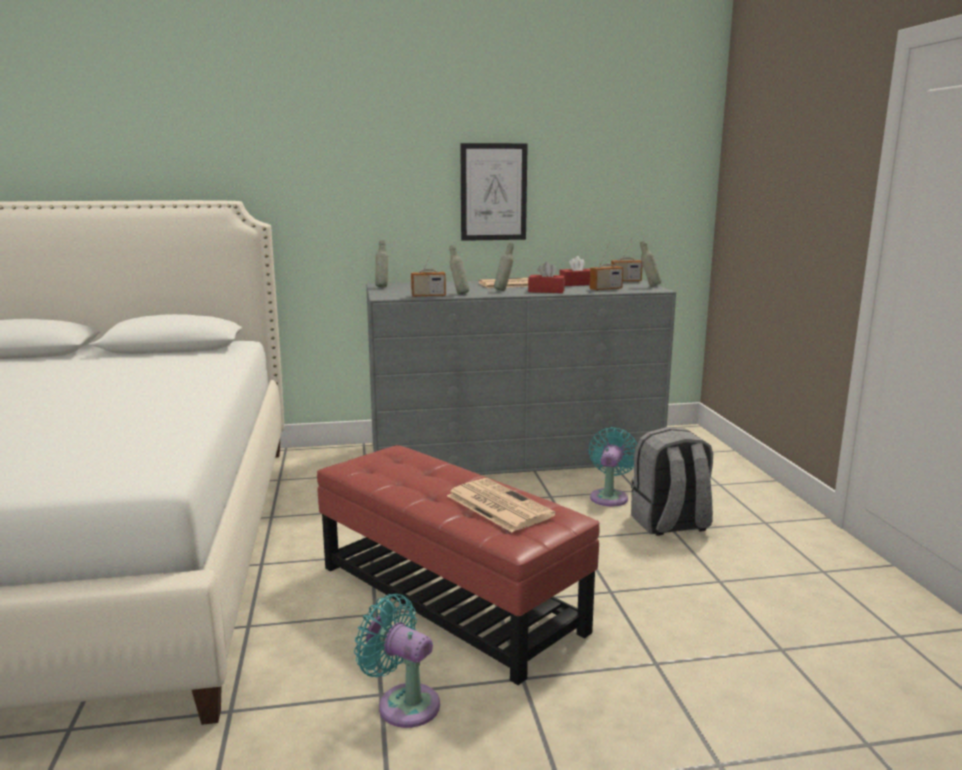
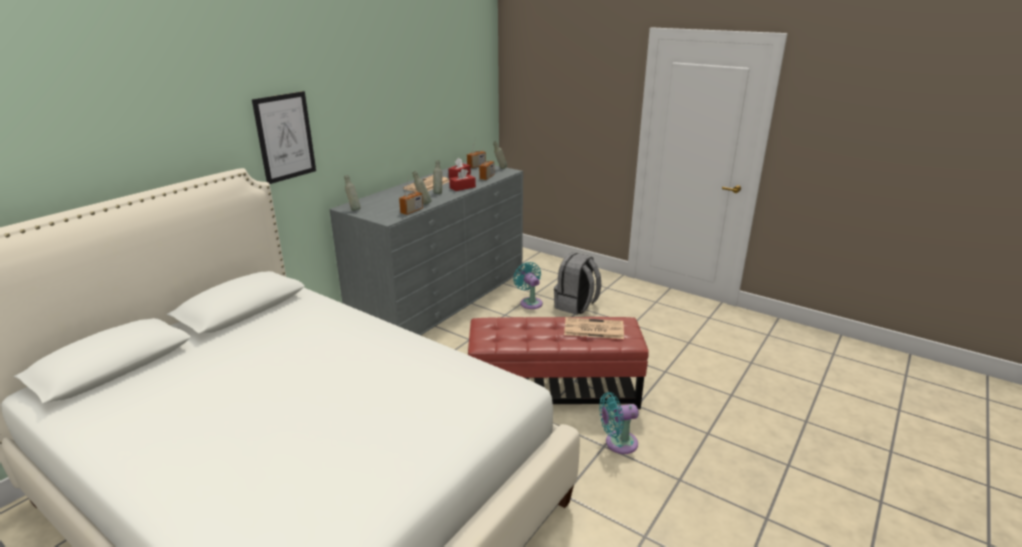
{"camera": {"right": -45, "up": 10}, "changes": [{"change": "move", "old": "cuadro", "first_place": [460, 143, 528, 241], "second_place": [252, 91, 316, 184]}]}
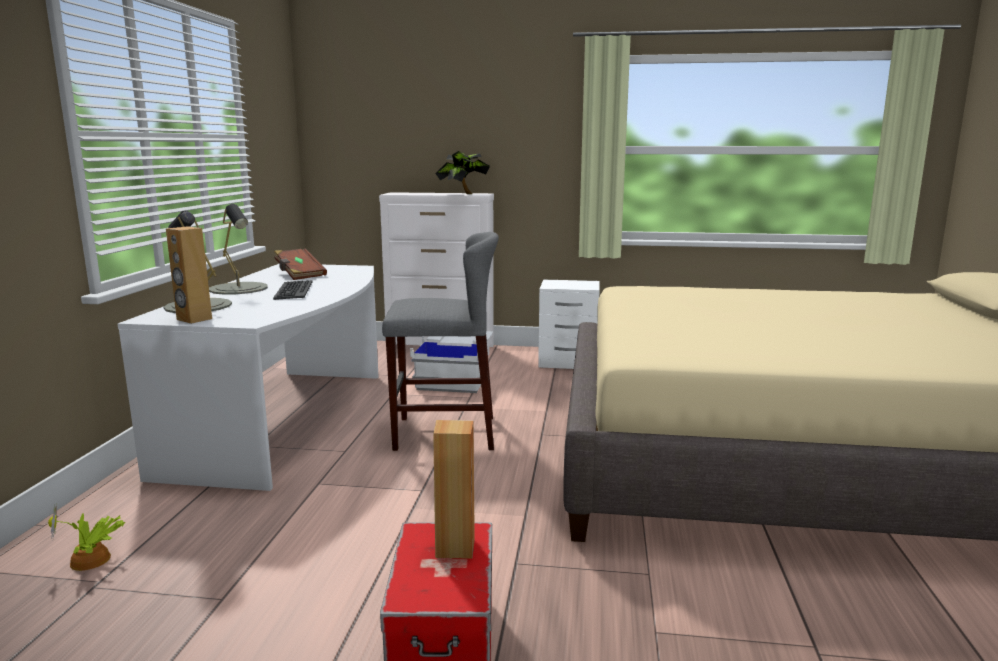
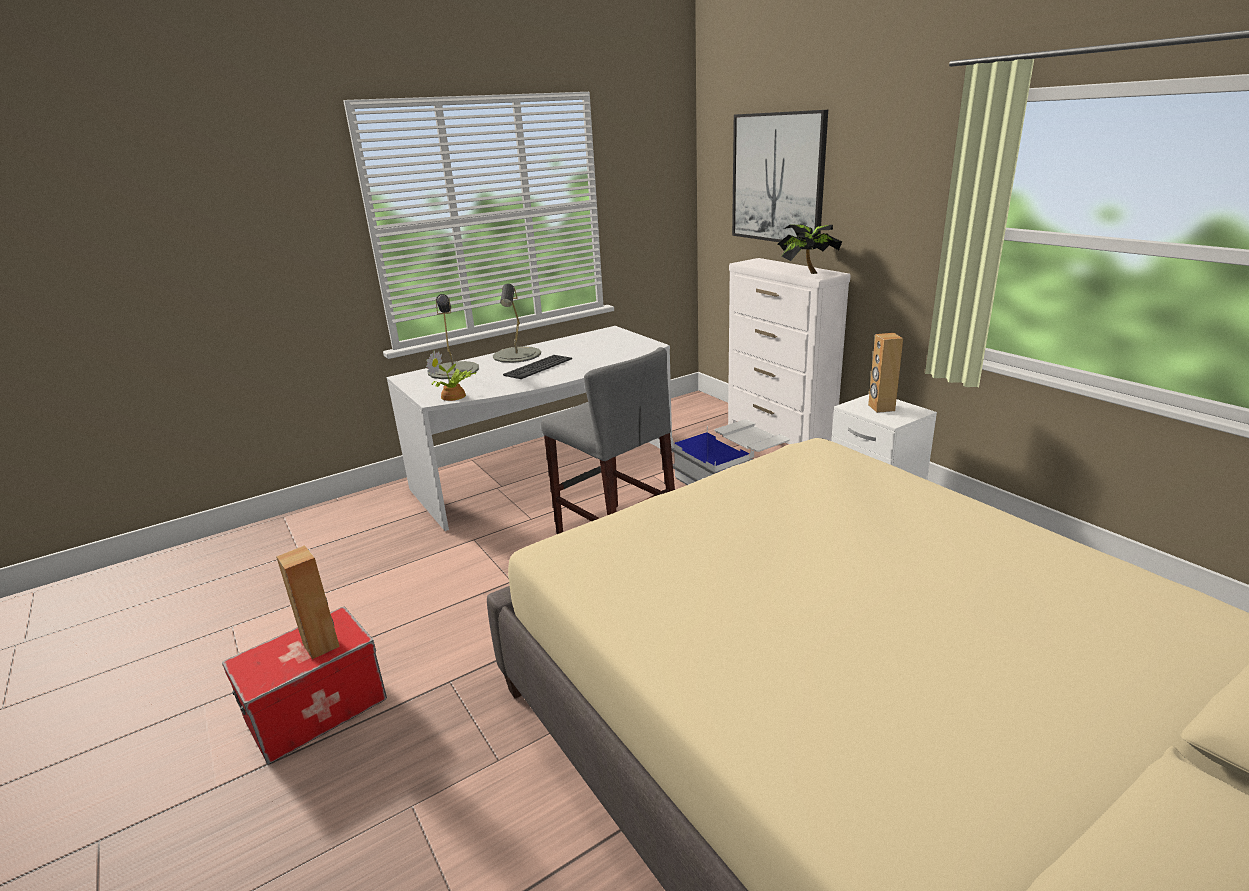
{"camera": {"right": 50, "up": 10}, "changes": [{"change": "move", "old": "altavoz/marrón", "first_place": [166, 226, 212, 324], "second_place": [868, 333, 903, 413]}, {"change": "delete", "old": "libro/marrón", "first_place": [274, 248, 327, 280]}, {"change": "move", "old": "planta en maceta", "first_place": [48, 504, 125, 571], "second_place": [426, 350, 476, 401]}, {"change": "insert", "new": "cuadro", "second_place": [732, 110, 828, 242]}]}
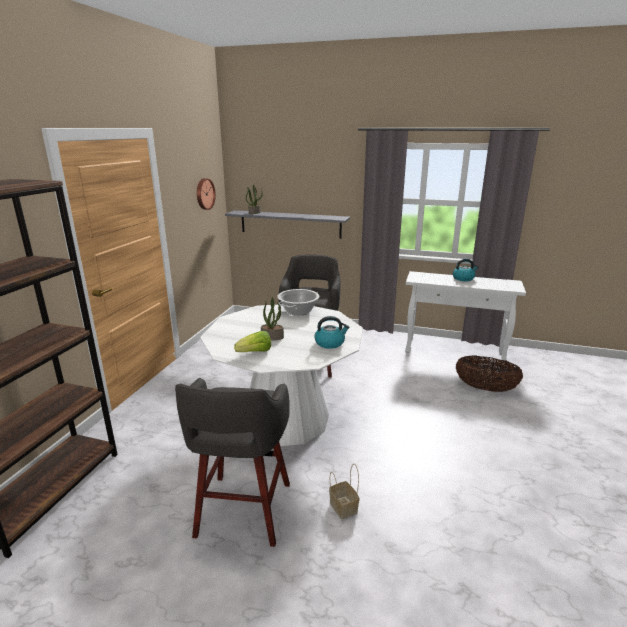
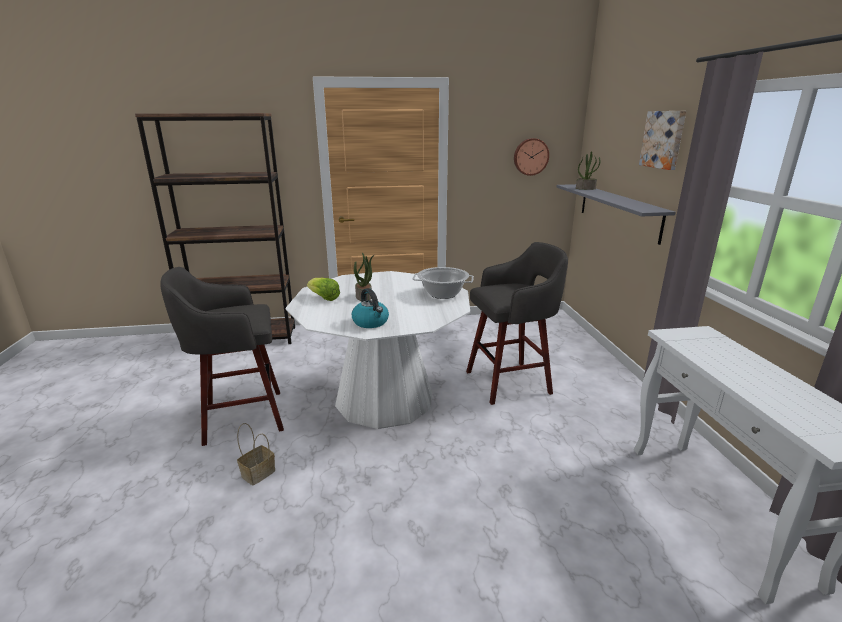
{"camera": {"right": 65, "up": 0}, "changes": [{"change": "delete", "old": "hervidor", "first_place": [453, 259, 478, 281]}, {"change": "delete", "old": "cesta", "first_place": [456, 355, 523, 392]}, {"change": "insert", "new": "cuadro", "second_place": [639, 111, 686, 170]}]}
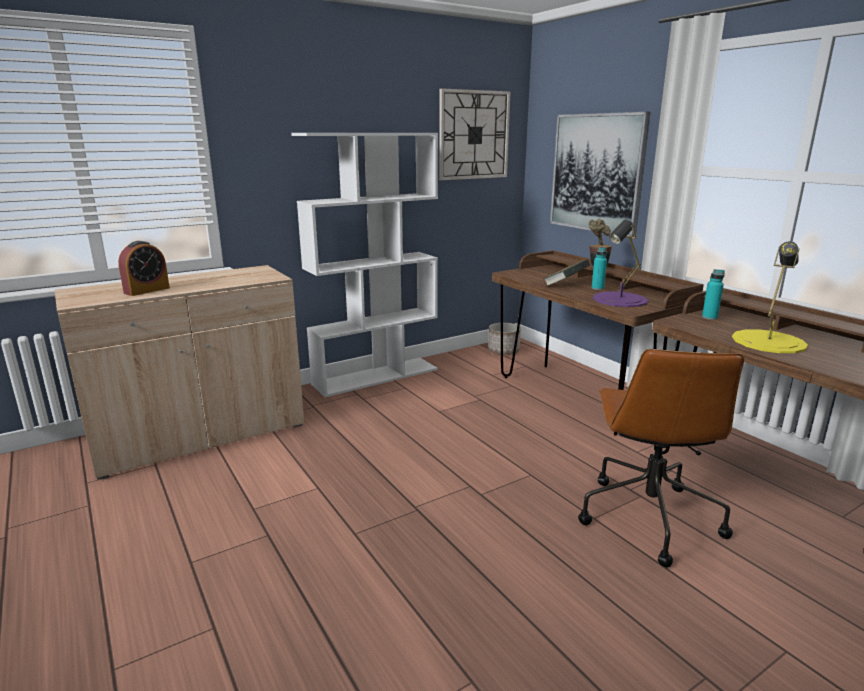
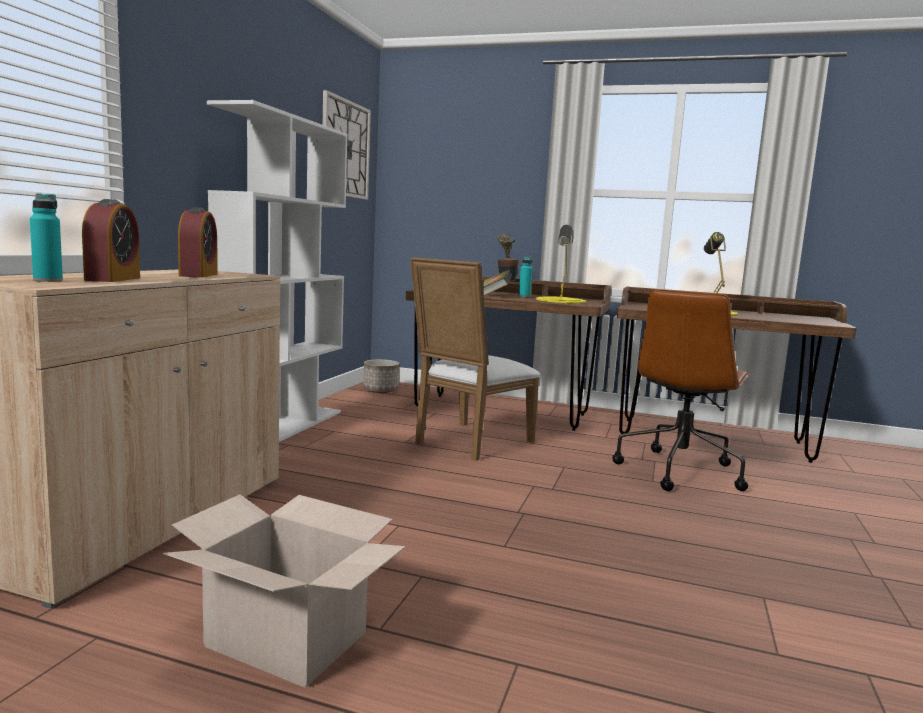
{"camera": {"right": -40, "up": -10}, "changes": [{"change": "delete", "old": "cuadro", "first_place": [550, 112, 650, 237]}, {"change": "recolor", "old": "lámpara de mesa/morado", "new": "lámpara de mesa/amarillo", "first_place": [593, 220, 649, 307], "second_place": [536, 225, 586, 304]}, {"change": "move", "old": "botella/turquesa", "first_place": [702, 269, 725, 320], "second_place": [30, 193, 63, 282]}, {"change": "rotate", "old": "silla de oficina/marrón", "first_place": [578, 349, 744, 568], "second_place": [612, 289, 750, 491], "degrees": 60}, {"change": "insert", "new": "despertador", "second_place": [178, 207, 218, 278]}, {"change": "insert", "new": "silla/blanco", "second_place": [410, 257, 540, 461]}, {"change": "insert", "new": "caja de cartón", "second_place": [163, 494, 406, 688]}]}
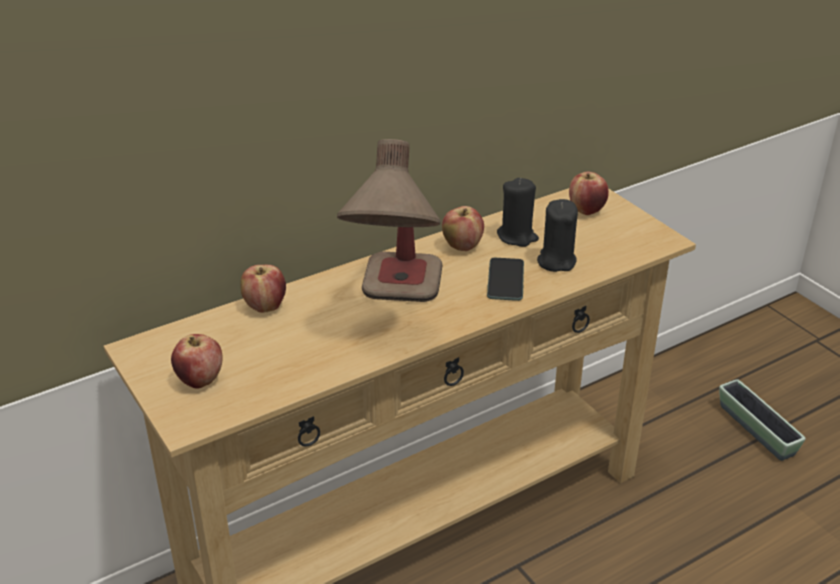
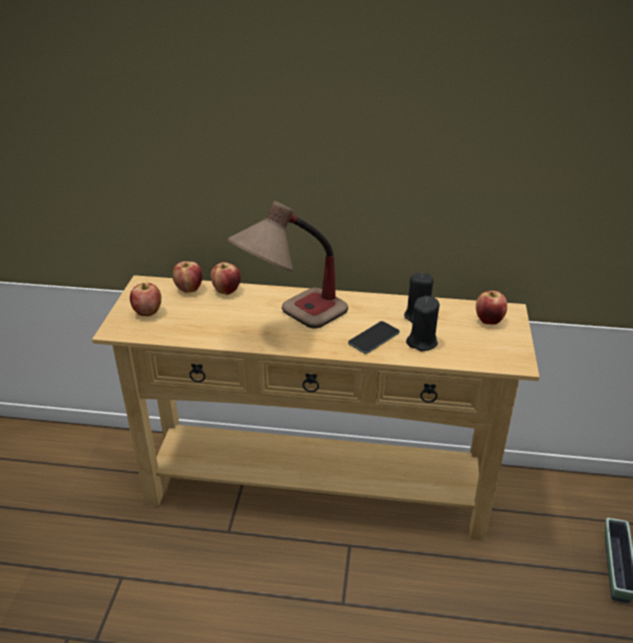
{"camera": {"right": 40, "up": 0}, "changes": [{"change": "move", "old": "manzana", "first_place": [442, 206, 484, 251], "second_place": [173, 261, 203, 293]}]}
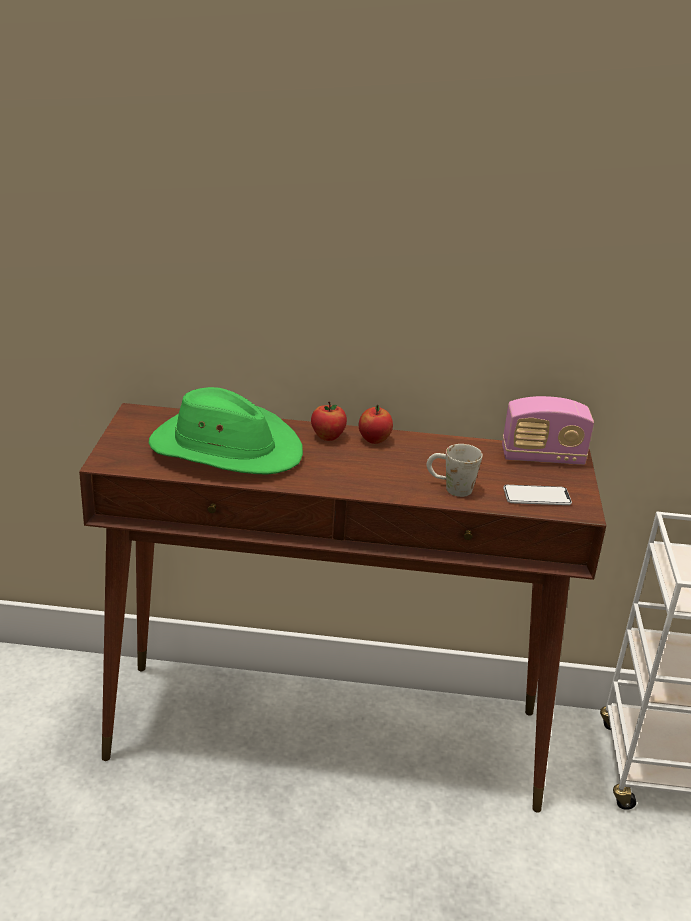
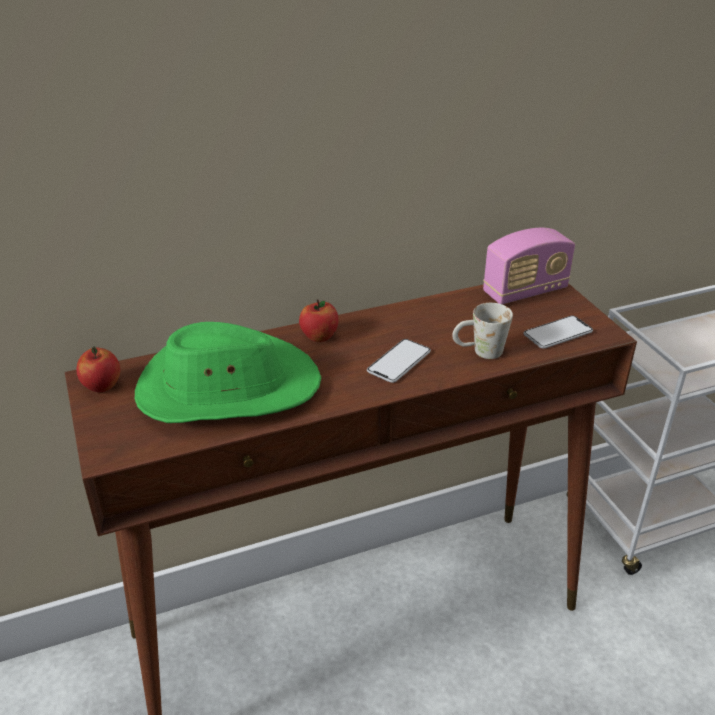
{"camera": {"right": -25, "up": 5}, "changes": [{"change": "move", "old": "manzana", "first_place": [359, 405, 393, 444], "second_place": [76, 347, 120, 392]}, {"change": "insert", "new": "móvil", "second_place": [367, 339, 431, 383]}]}
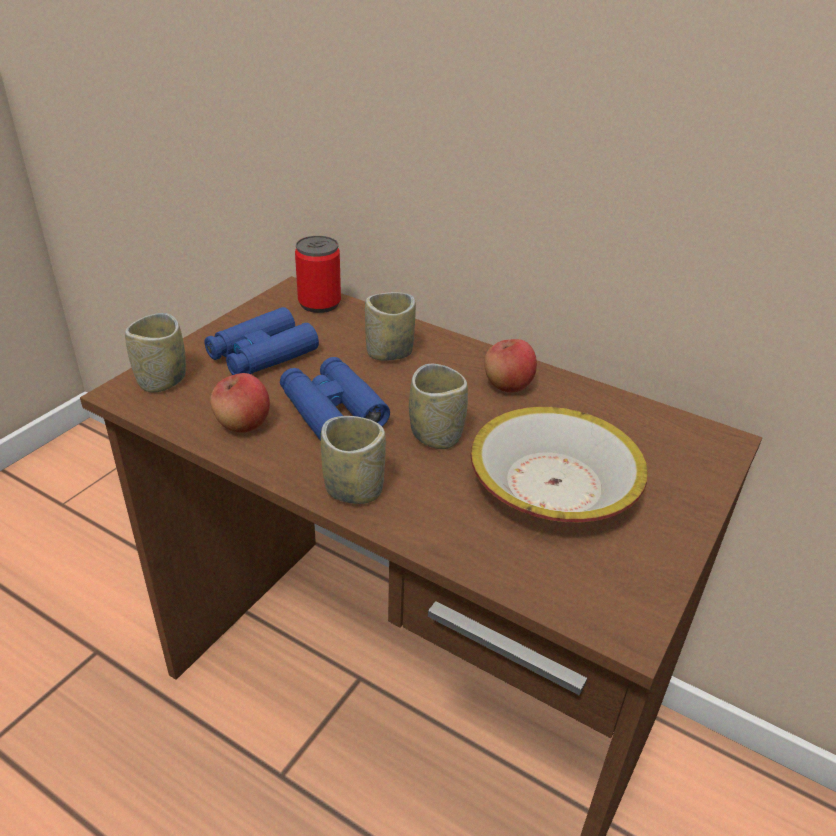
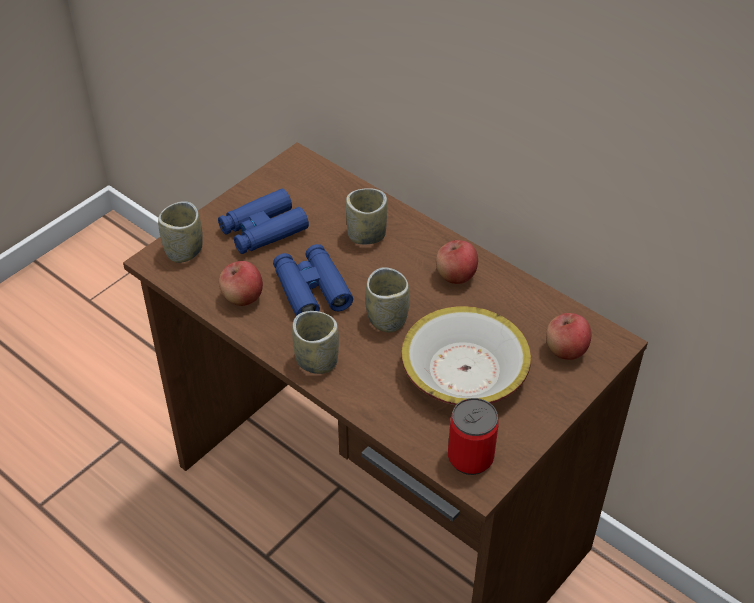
{"camera": {"right": 10, "up": 10}, "changes": [{"change": "move", "old": "lata", "first_place": [295, 236, 341, 313], "second_place": [448, 398, 499, 475]}, {"change": "insert", "new": "manzana", "second_place": [546, 313, 591, 360]}]}
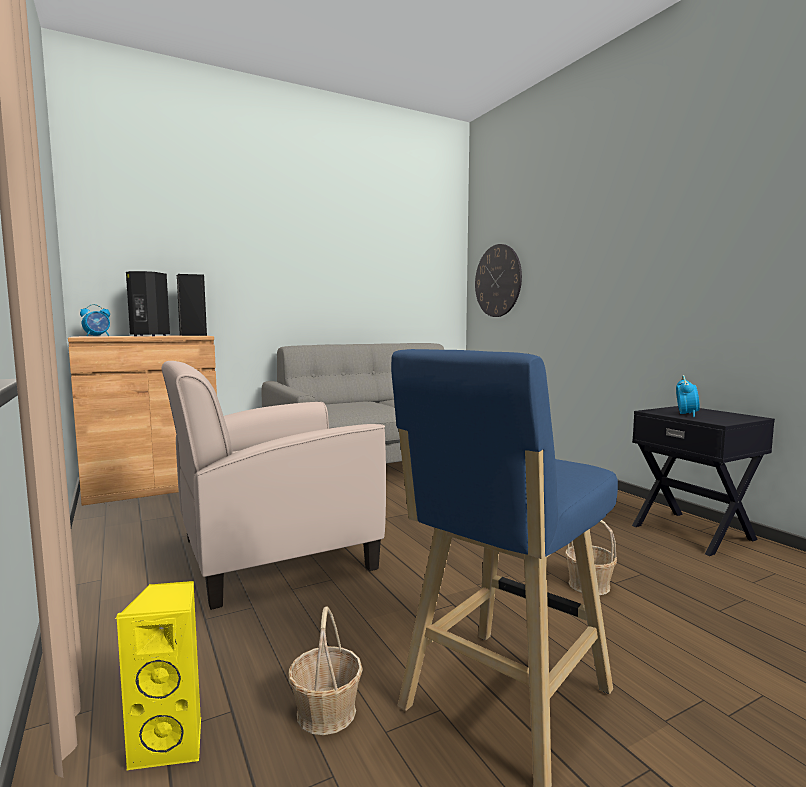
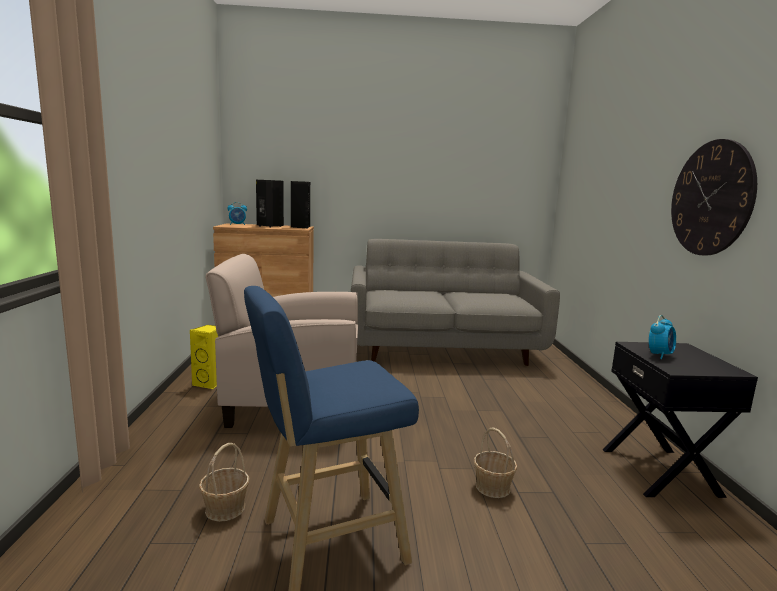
{"camera": {"right": 25, "up": 5}, "changes": [{"change": "move", "old": "reloj de pared", "first_place": [475, 244, 522, 317], "second_place": [671, 139, 757, 256]}, {"change": "move", "old": "altavoz/amarillo", "first_place": [115, 581, 201, 771], "second_place": [190, 325, 218, 390]}]}
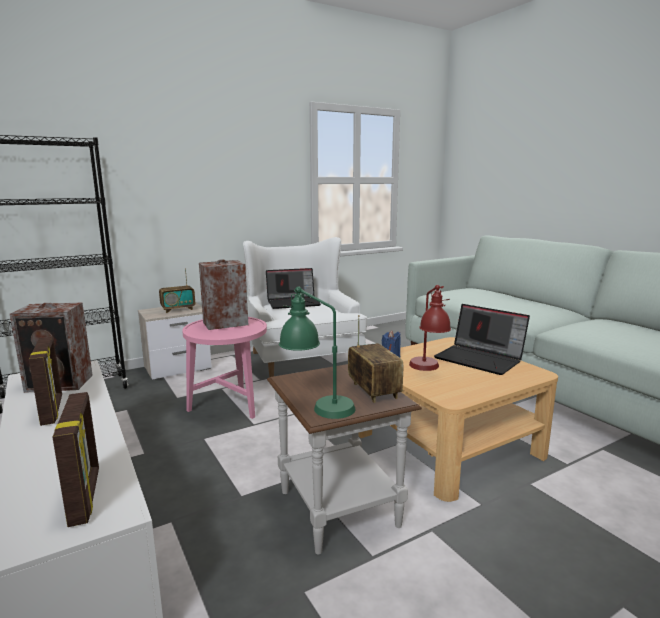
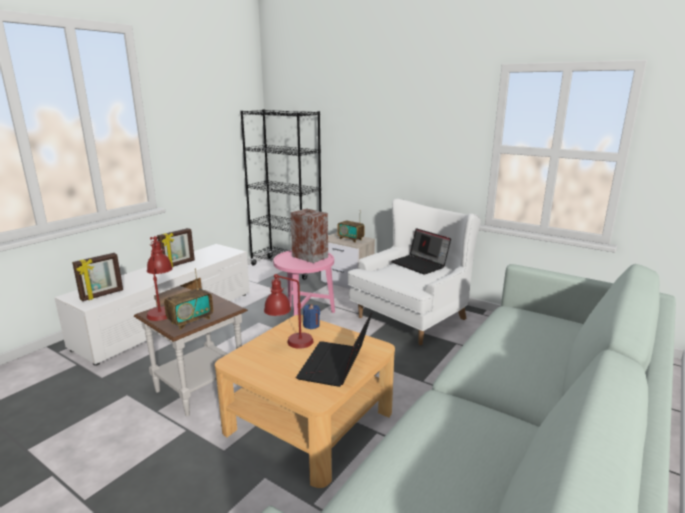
{"camera": {"right": 65, "up": 5}, "changes": [{"change": "recolor", "old": "lámpara de mesa/verde", "new": "lámpara de mesa/rojo", "first_place": [279, 287, 356, 419], "second_place": [147, 236, 173, 321]}, {"change": "delete", "old": "altavoz", "first_place": [10, 302, 93, 393]}]}
